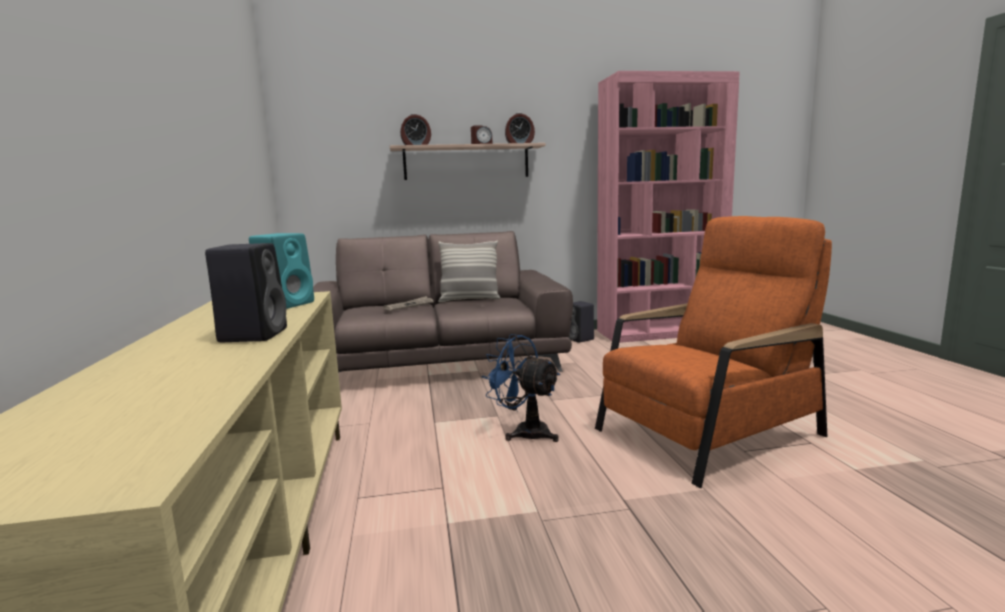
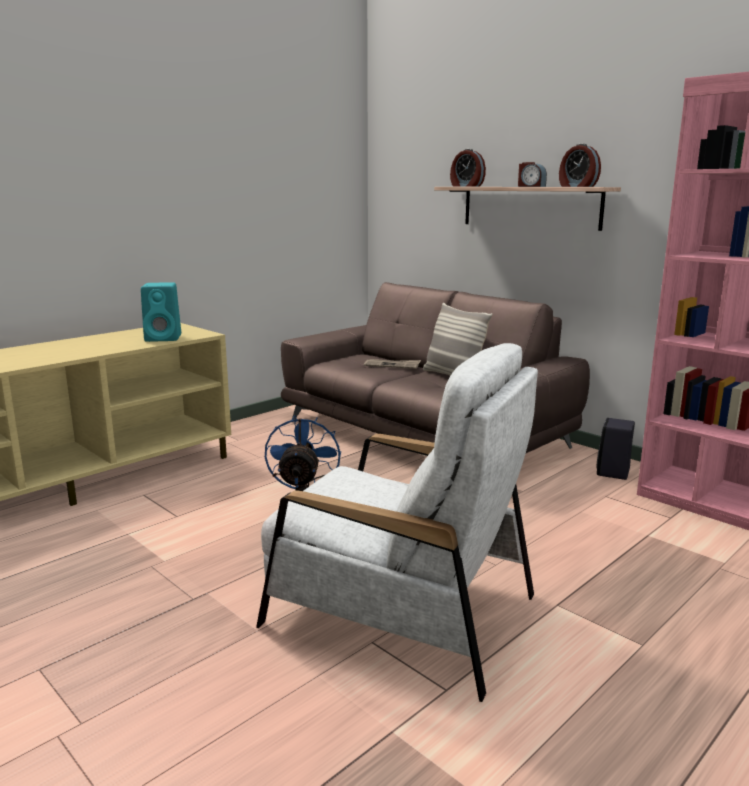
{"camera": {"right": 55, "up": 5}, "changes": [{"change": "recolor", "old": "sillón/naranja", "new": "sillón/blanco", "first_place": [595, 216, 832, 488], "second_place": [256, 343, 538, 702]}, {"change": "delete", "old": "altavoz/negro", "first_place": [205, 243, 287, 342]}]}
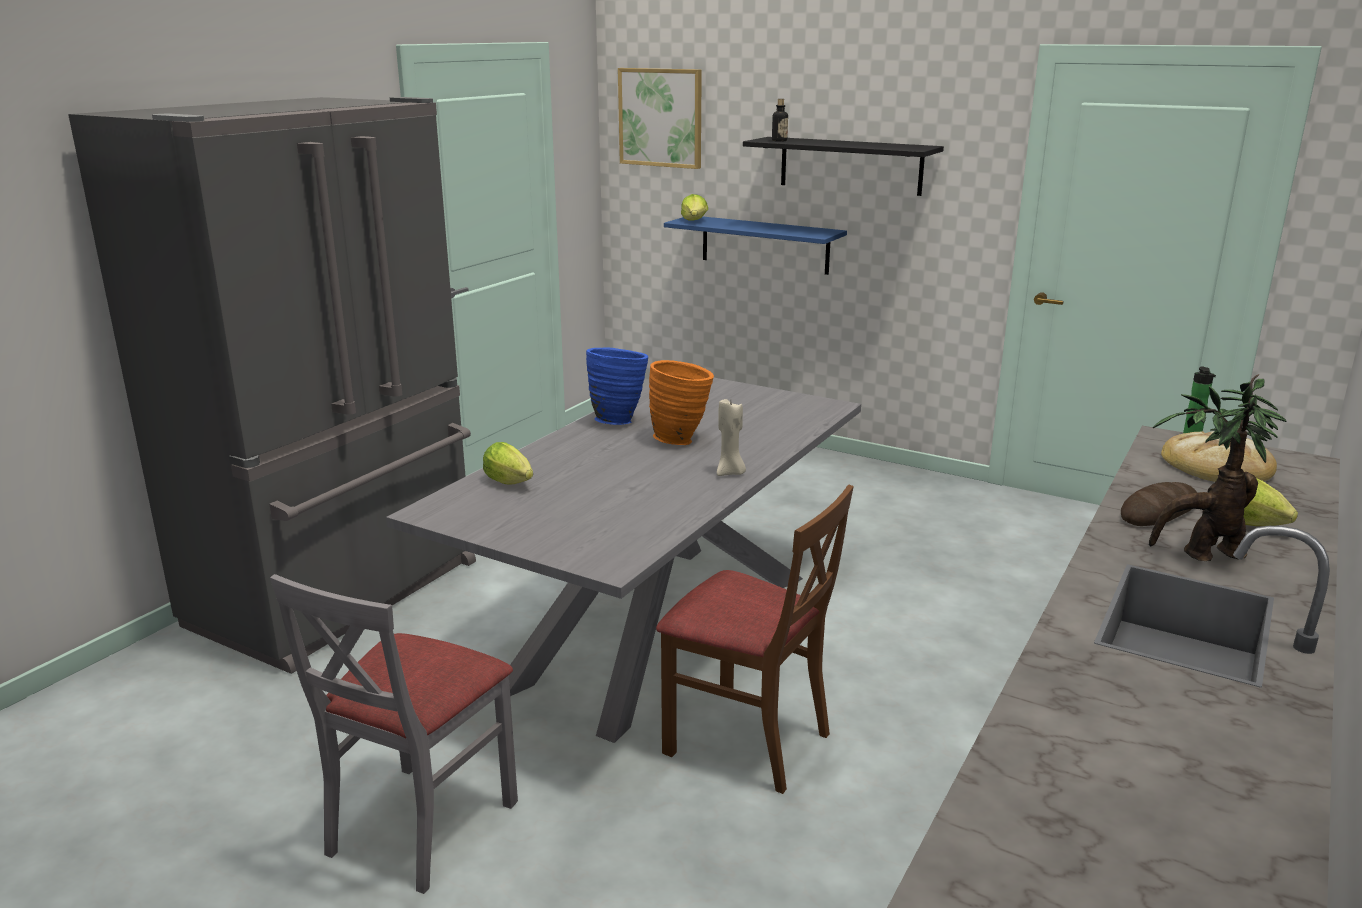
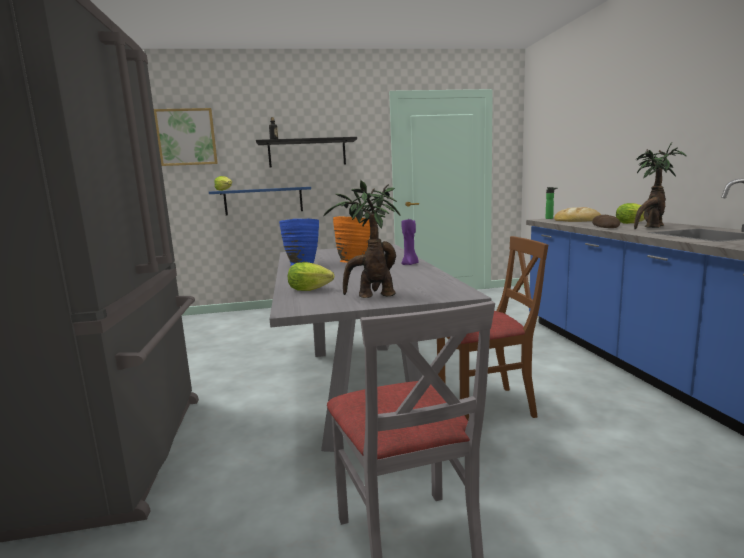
{"camera": {"right": -40, "up": -10}, "changes": [{"change": "recolor", "old": "vela/beis", "new": "vela/morado", "first_place": [717, 399, 746, 476], "second_place": [401, 219, 418, 265]}, {"change": "insert", "new": "planta en maceta", "second_place": [324, 180, 401, 298]}]}
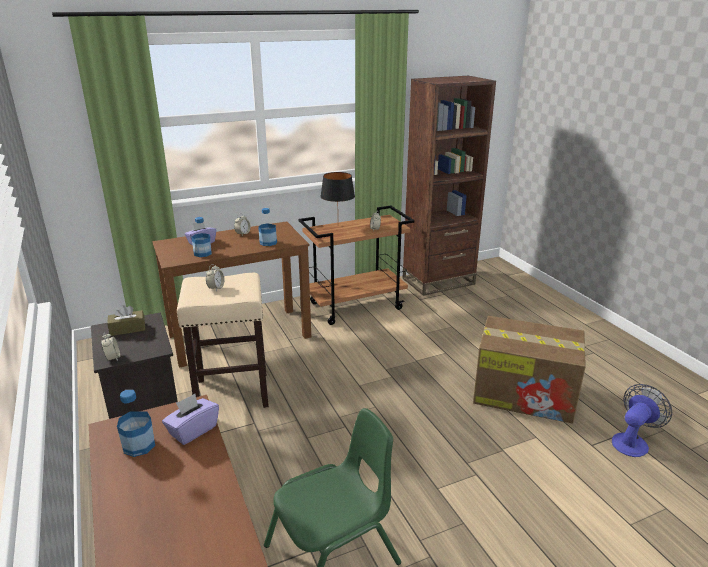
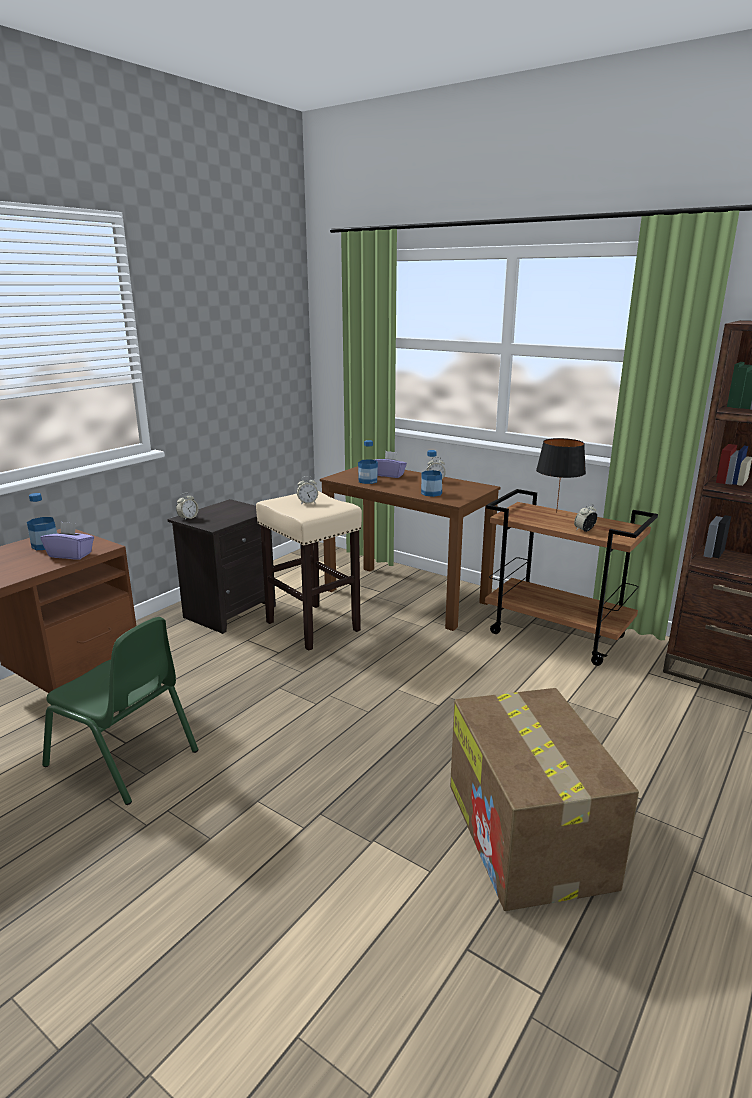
{"camera": {"right": 60, "up": -5}, "changes": [{"change": "delete", "old": "caja de pañuelos/marrón", "first_place": [107, 305, 145, 336]}, {"change": "delete", "old": "ventilador", "first_place": [612, 384, 672, 457]}]}
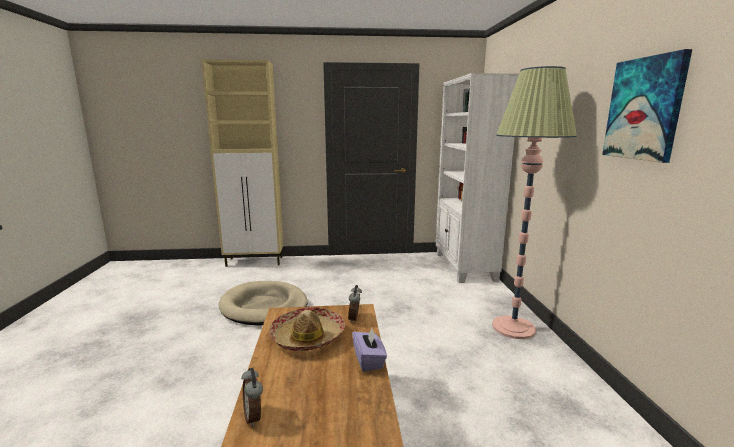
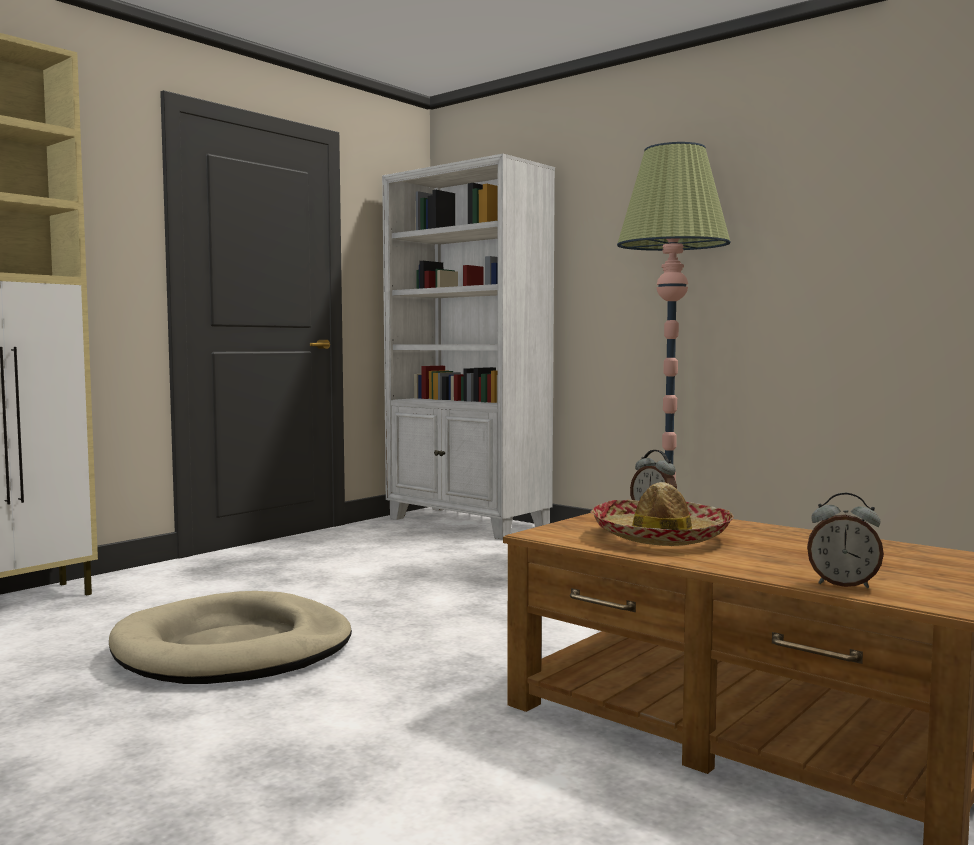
{"camera": {"right": -45, "up": -10}, "changes": [{"change": "delete", "old": "cuadro", "first_place": [602, 49, 692, 163]}, {"change": "delete", "old": "caja de pañuelos/morado", "first_place": [352, 328, 387, 372]}]}
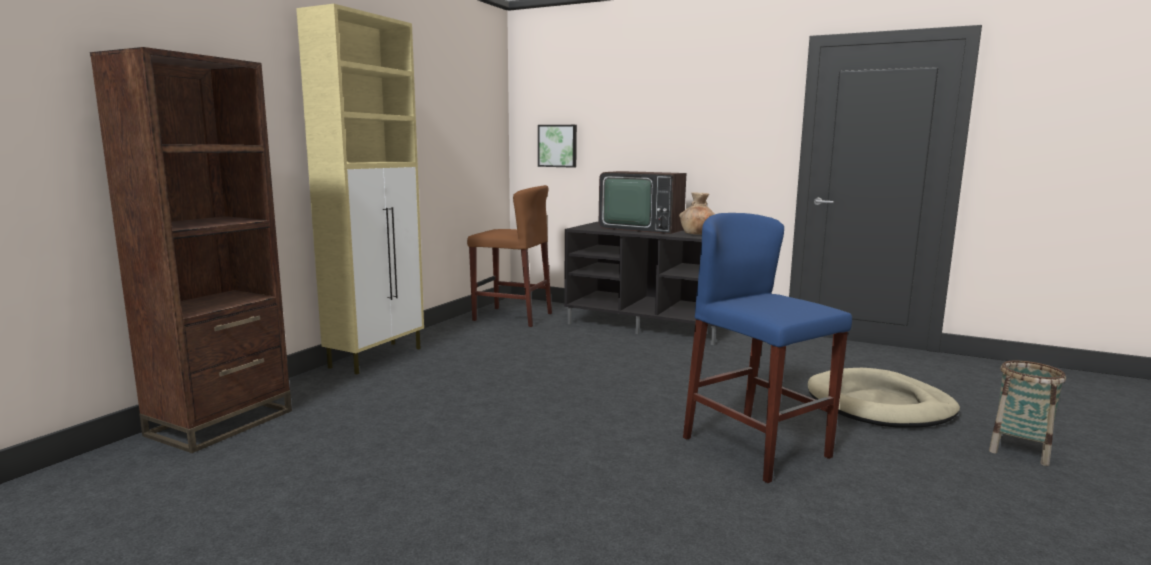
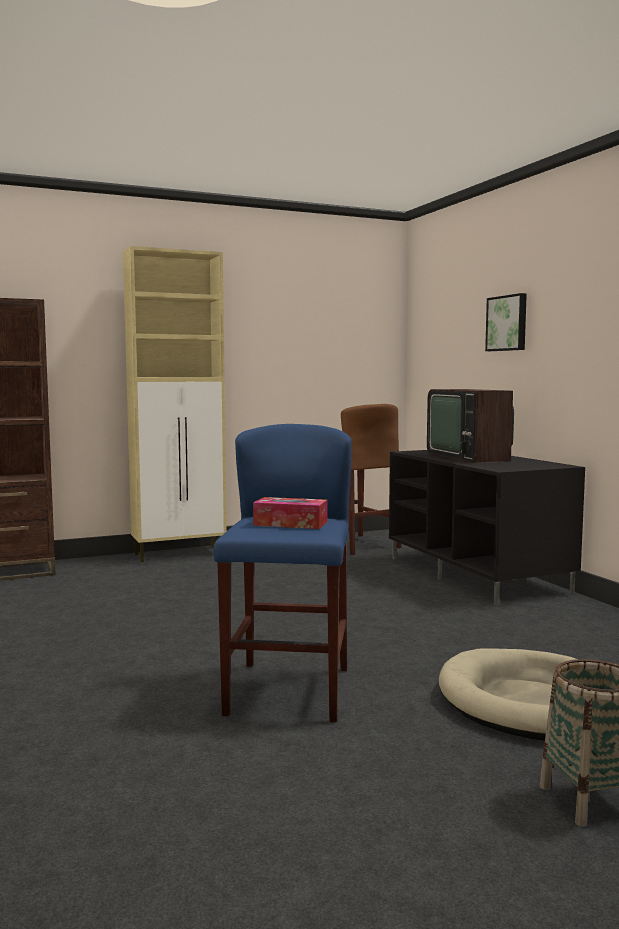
{"camera": {"right": 40, "up": -5}, "changes": [{"change": "move", "old": "cuadro", "first_place": [538, 125, 577, 168], "second_place": [485, 293, 527, 351]}, {"change": "delete", "old": "florero/marrón", "first_place": [679, 192, 714, 234]}, {"change": "insert", "new": "caja de pañuelos", "second_place": [253, 497, 327, 529]}]}
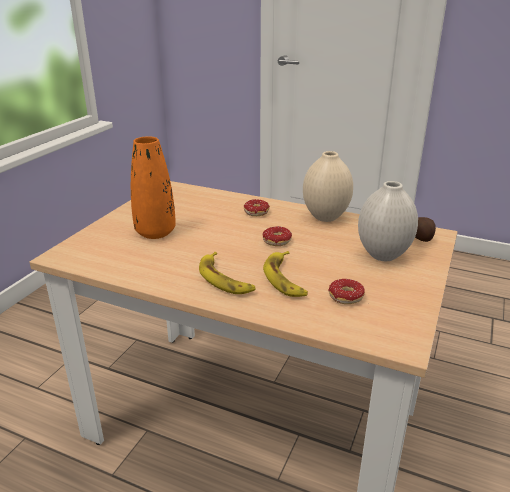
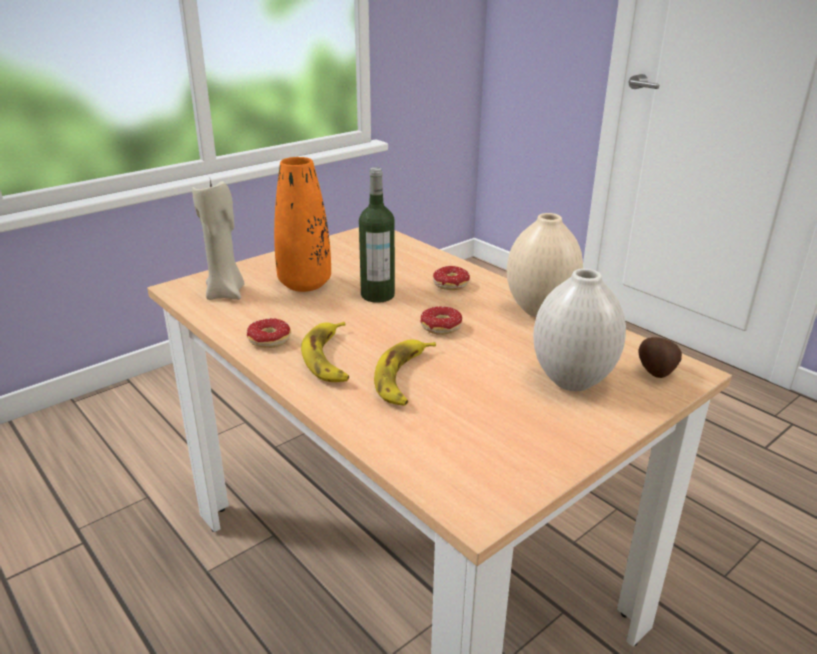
{"camera": {"right": 25, "up": 0}, "changes": [{"change": "move", "old": "rosquilla", "first_place": [328, 279, 365, 304], "second_place": [247, 318, 291, 348]}, {"change": "insert", "new": "botella", "second_place": [359, 167, 395, 303]}, {"change": "insert", "new": "vela/beis", "second_place": [192, 180, 245, 300]}]}
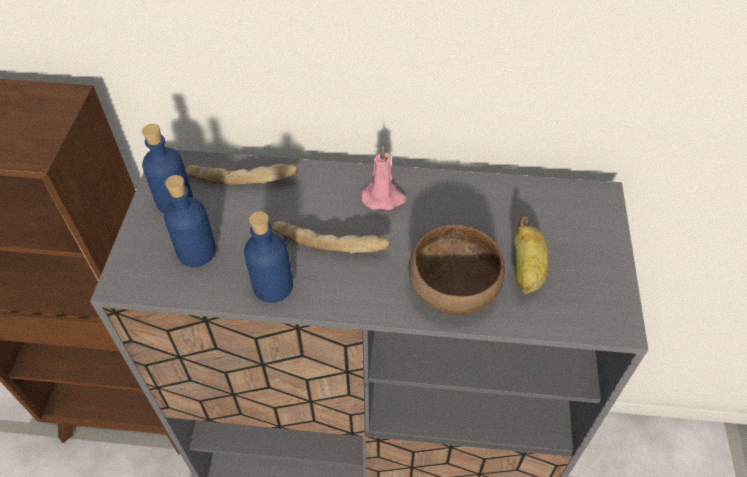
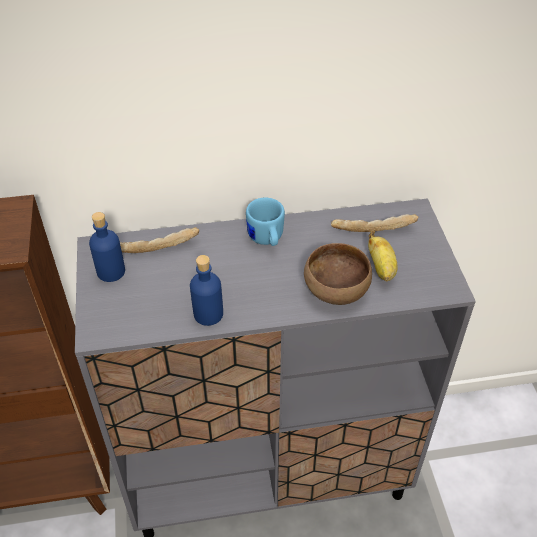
{"camera": {"right": -15, "up": -5}, "changes": [{"change": "replace", "old": "vela/rosa", "new": "taza grande/azul", "first_place": [362, 146, 406, 210], "second_place": [246, 198, 285, 246]}, {"change": "delete", "old": "botella/azul", "first_place": [164, 175, 216, 267]}, {"change": "move", "old": "pan", "first_place": [272, 221, 390, 253], "second_place": [331, 214, 418, 232]}]}
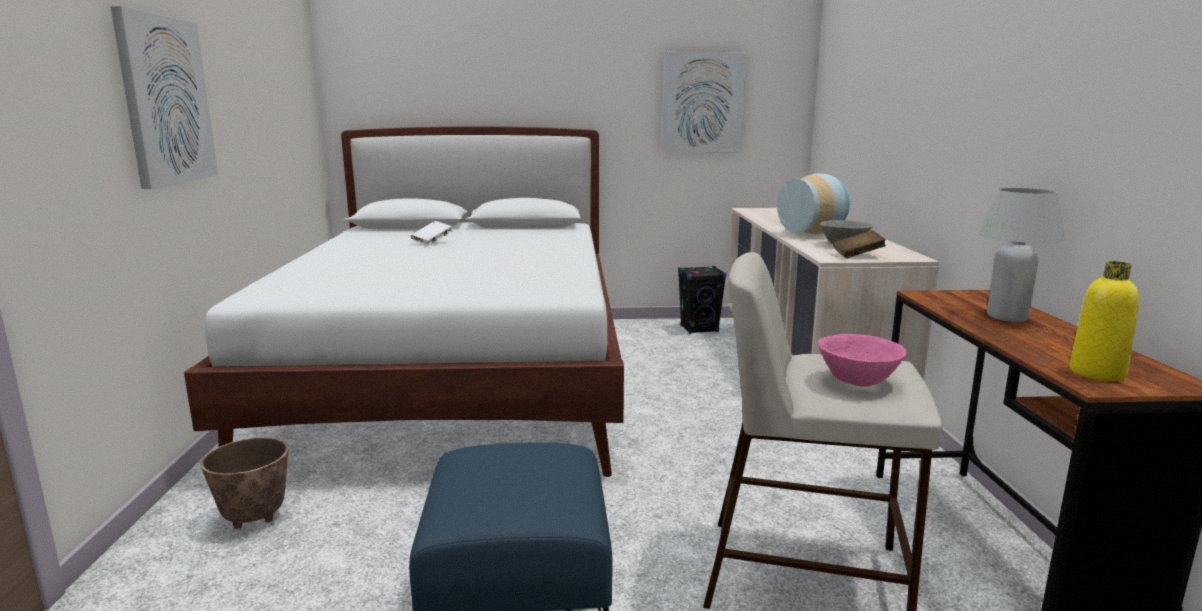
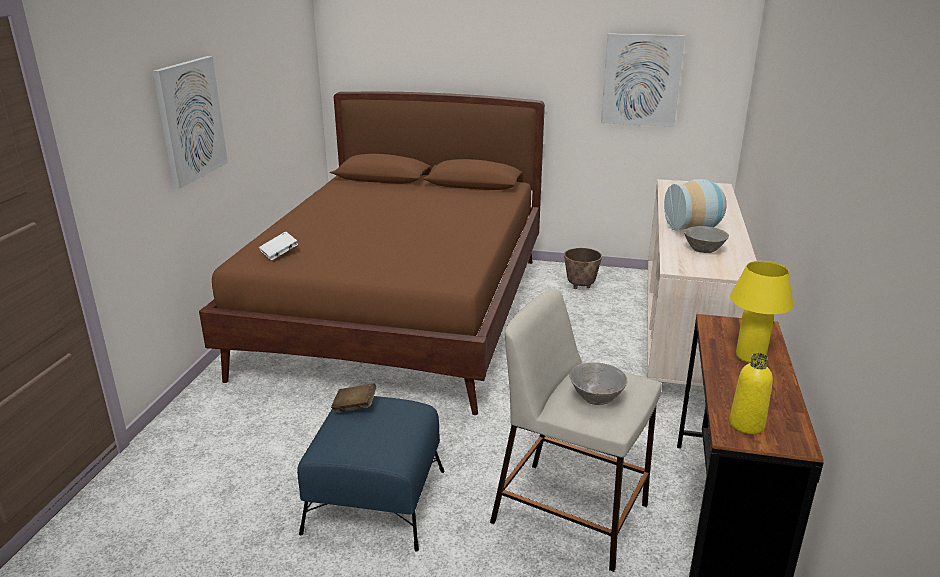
{"camera": {"right": 15, "up": 10}, "changes": [{"change": "recolor", "old": "cama/blanco", "new": "cama/marrón", "first_place": [184, 126, 624, 477], "second_place": [199, 92, 545, 415]}, {"change": "recolor", "old": "lámpara de mesa/blanco", "new": "lámpara de mesa/amarillo", "first_place": [977, 188, 1066, 322], "second_place": [730, 261, 793, 363]}, {"change": "move", "old": "libro/blanco", "first_place": [411, 221, 452, 246], "second_place": [259, 231, 298, 260]}, {"change": "move", "old": "libro/marrón", "first_place": [833, 230, 886, 258], "second_place": [331, 384, 376, 412]}, {"change": "delete", "old": "altavoz/negro", "first_place": [678, 266, 726, 334]}, {"change": "recolor", "old": "cuenco/rosa", "new": "cuenco/gris", "first_place": [818, 334, 907, 387], "second_place": [569, 362, 628, 405]}, {"change": "move", "old": "maceta", "first_place": [200, 437, 289, 529], "second_place": [564, 248, 602, 289]}]}
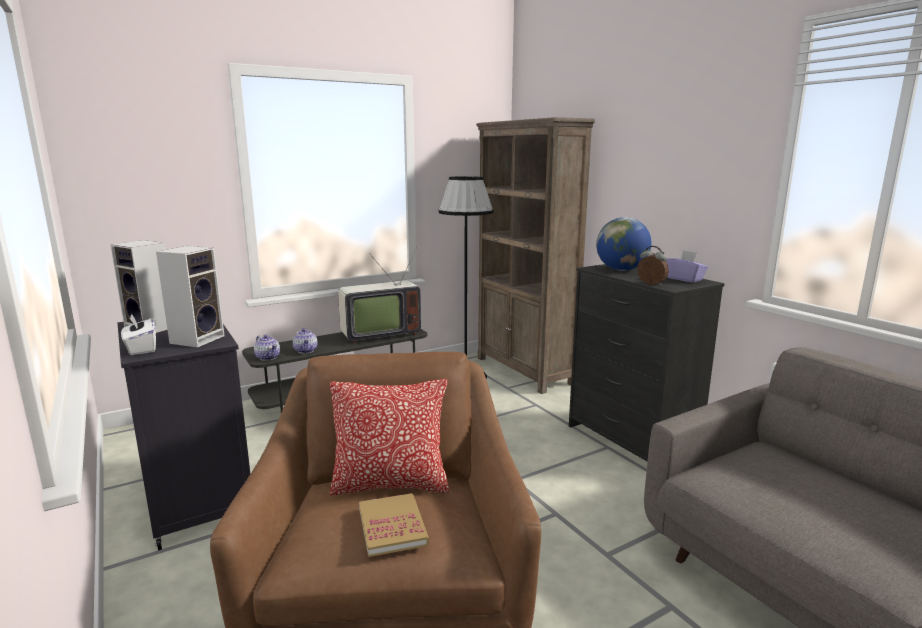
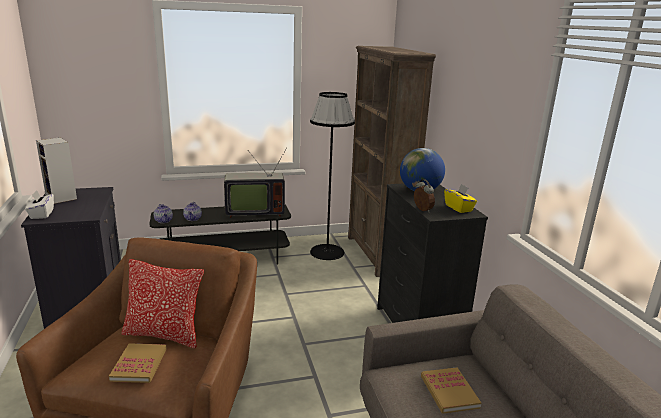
{"camera": {"right": 15, "up": 5}, "changes": [{"change": "delete", "old": "altavoz", "first_place": [156, 246, 224, 348]}, {"change": "recolor", "old": "caja de pañuelos/morado", "new": "caja de pañuelos/amarillo", "first_place": [666, 250, 708, 283], "second_place": [444, 184, 477, 213]}, {"change": "insert", "new": "libro", "second_place": [421, 367, 481, 414]}]}
